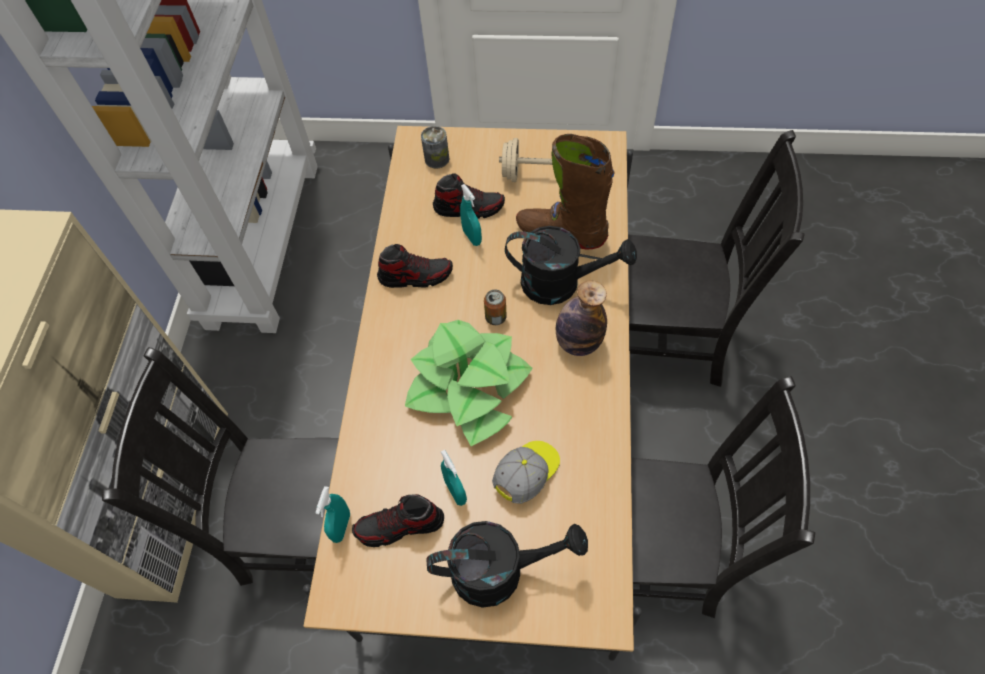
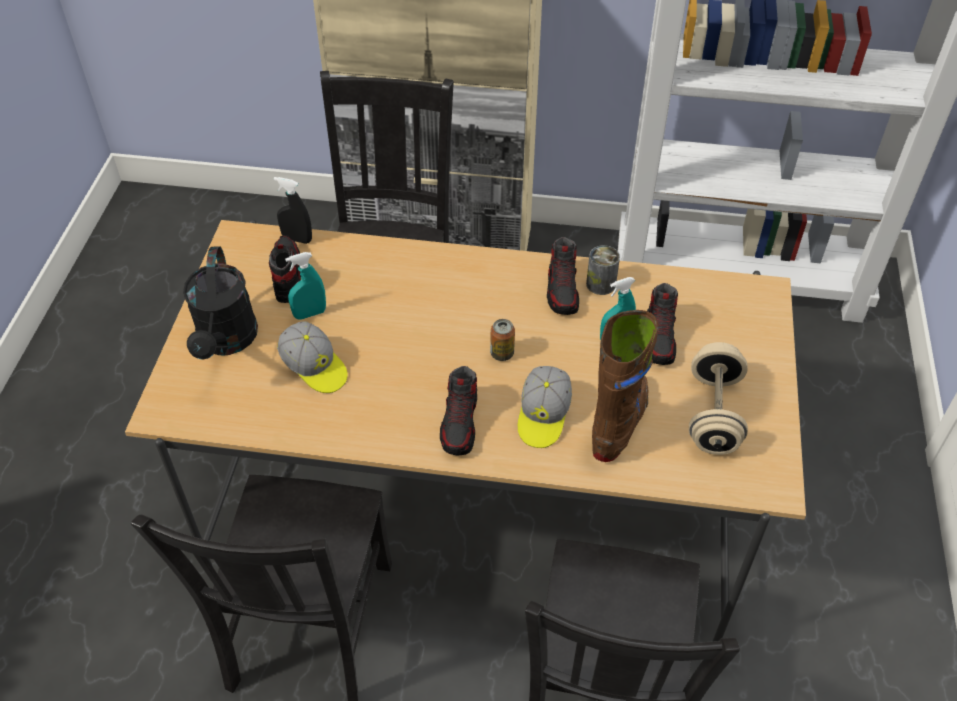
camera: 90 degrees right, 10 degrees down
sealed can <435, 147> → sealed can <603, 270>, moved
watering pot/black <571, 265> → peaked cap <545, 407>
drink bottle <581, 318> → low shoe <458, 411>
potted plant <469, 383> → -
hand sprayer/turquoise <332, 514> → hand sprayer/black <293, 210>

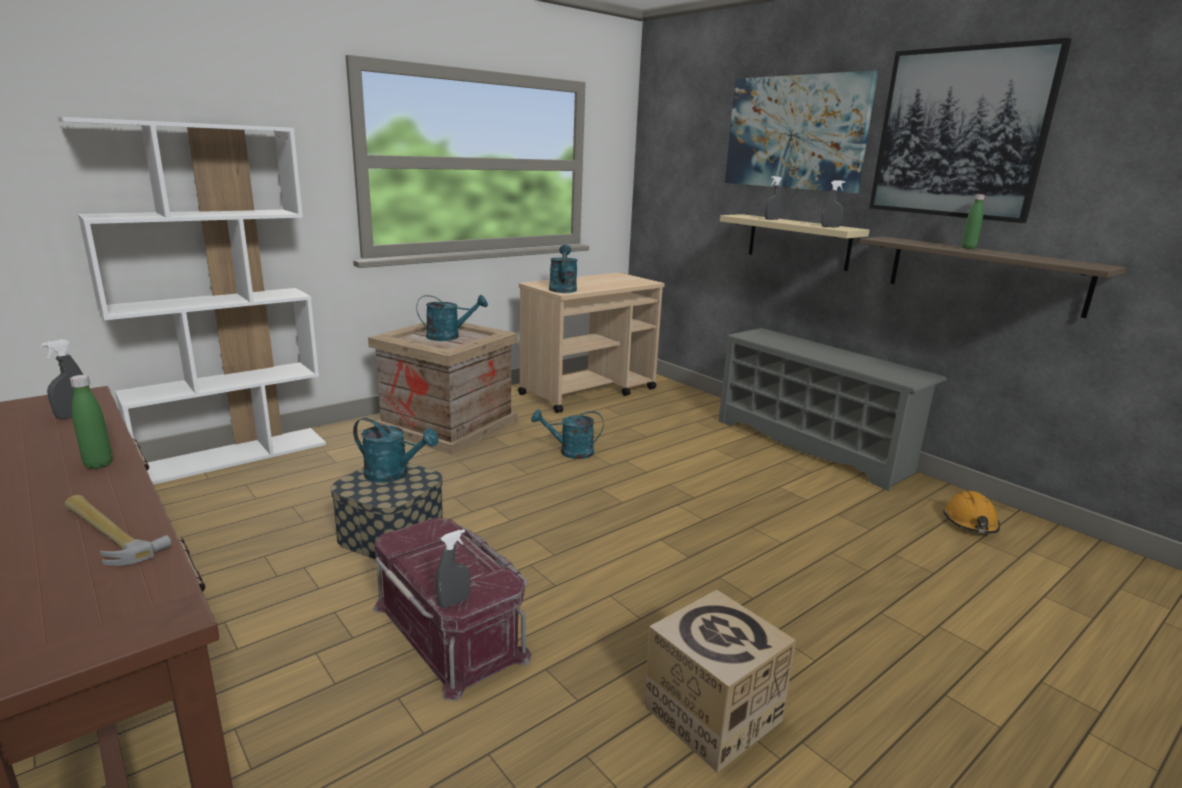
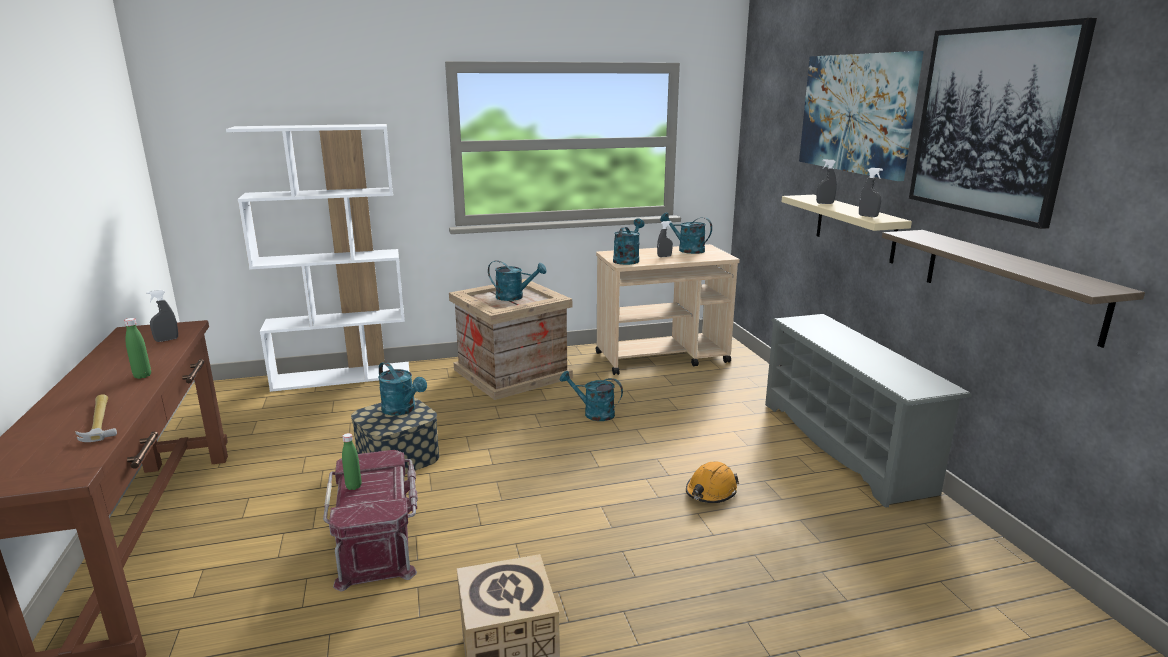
camera: 25 degrees right, 0 degrees up
drink bottle/greenish <973, 221> → drink bottle/greenish <352, 461>, moved
safety helmet/orangey <971, 512> → safety helmet/orangey <712, 482>, moved
hand sprayer/gray <453, 568> → hand sprayer/gray <665, 239>, moved
- → watering pot/turquoise <686, 233>

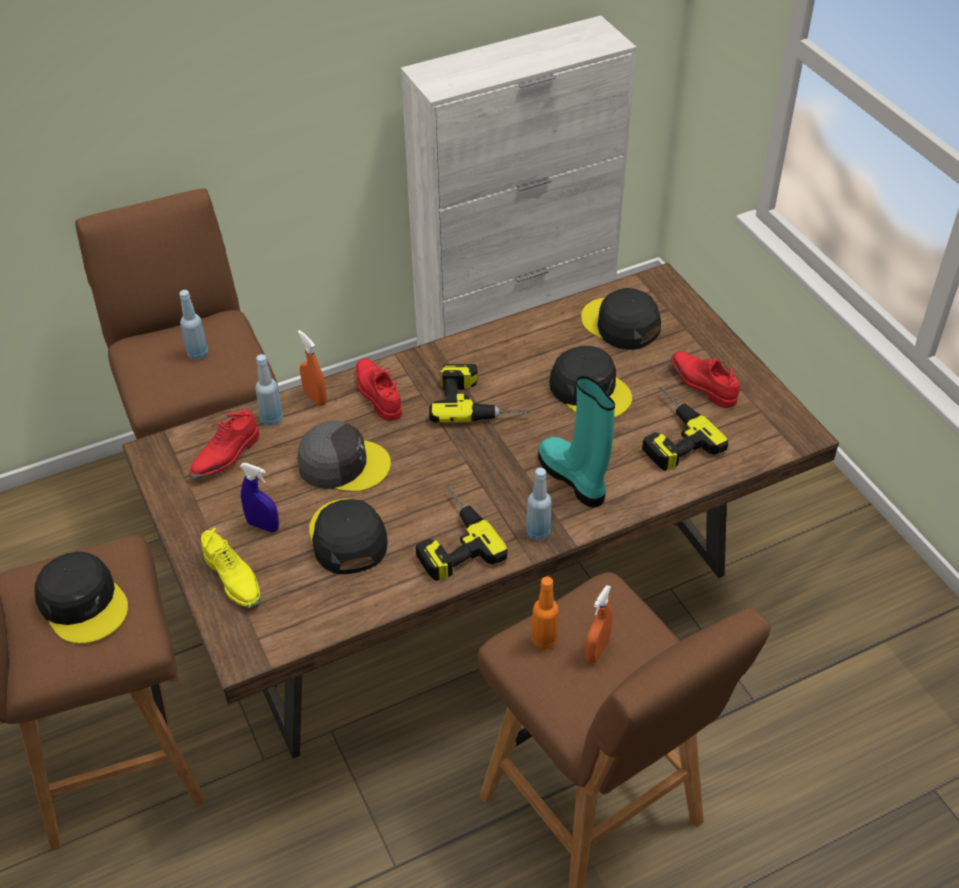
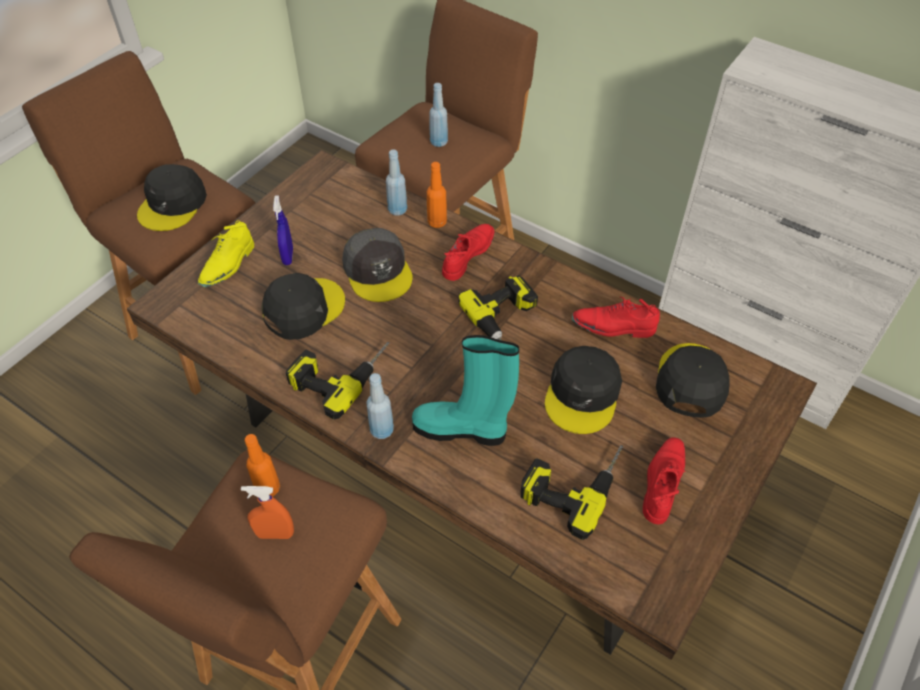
camera: 60 degrees right, 5 degrees up
hand sprayer/orangey <312, 368> → drink bottle/orangey <437, 195>
high-top boot/turquoise <576, 441> → high-top boot/turquoise <465, 390>, 105 degrees counterclockwise
low shoe/red <224, 443> → low shoe/red <616, 317>, moved

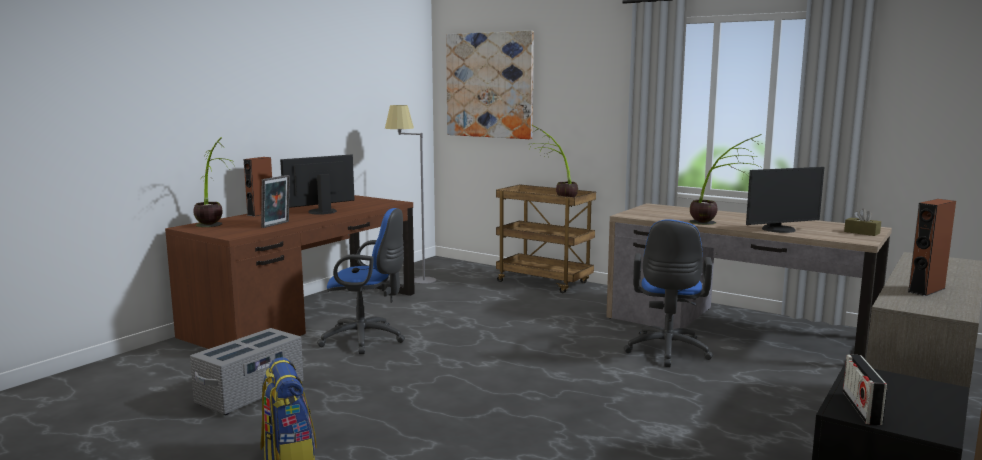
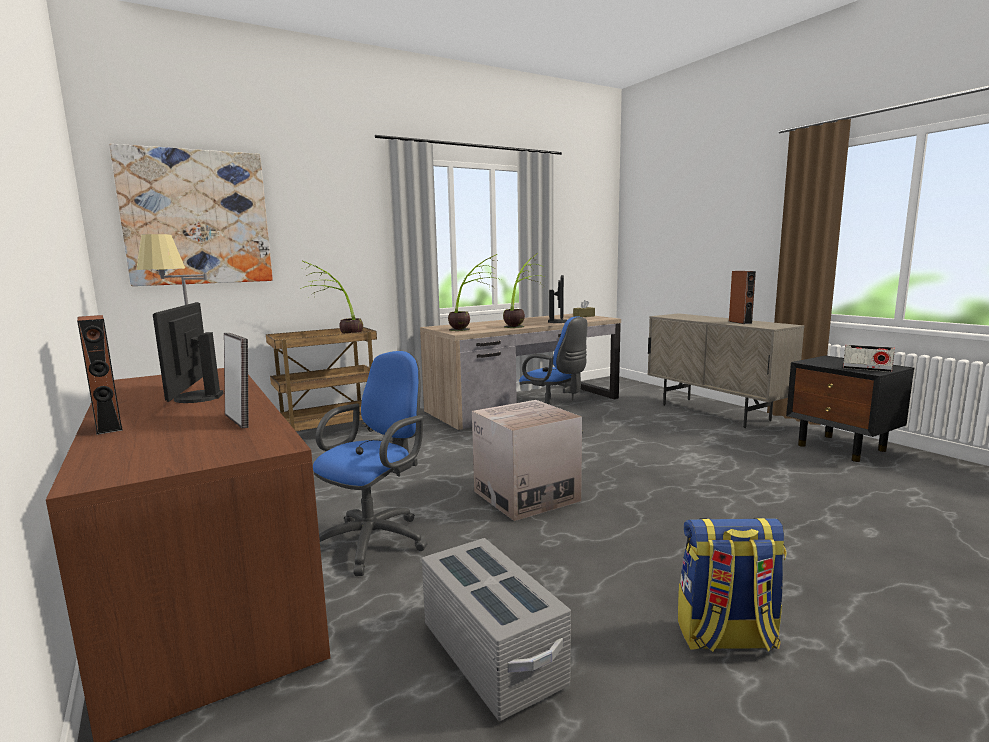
camera: 65 degrees left, 0 degrees up
potted plant <214, 182> → potted plant <474, 292>, moved
- → carton <527, 460>

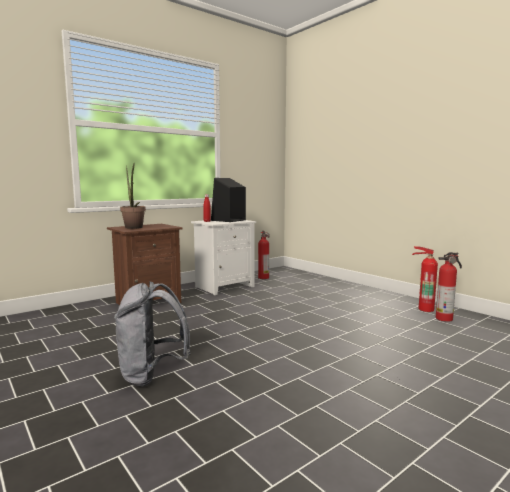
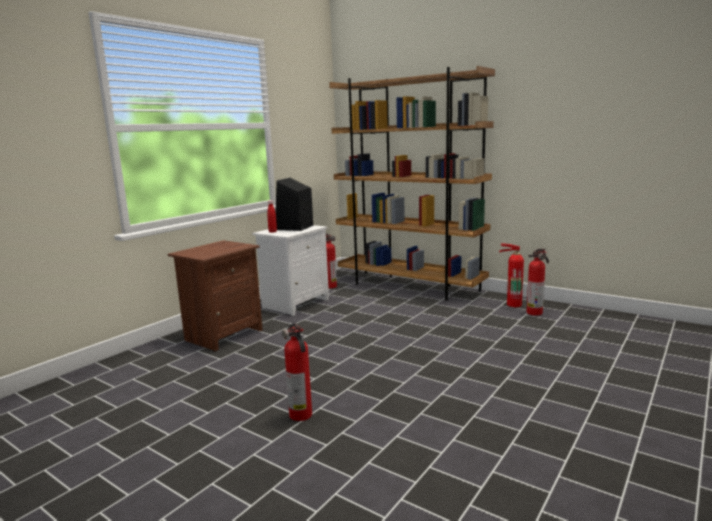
camera: 15 degrees left, 5 degrees up
potted plant <133, 196> → -
knapsack/gray <152, 334> → fire extinguisher <297, 372>
- → shelving unit/brown-coloured <412, 183>

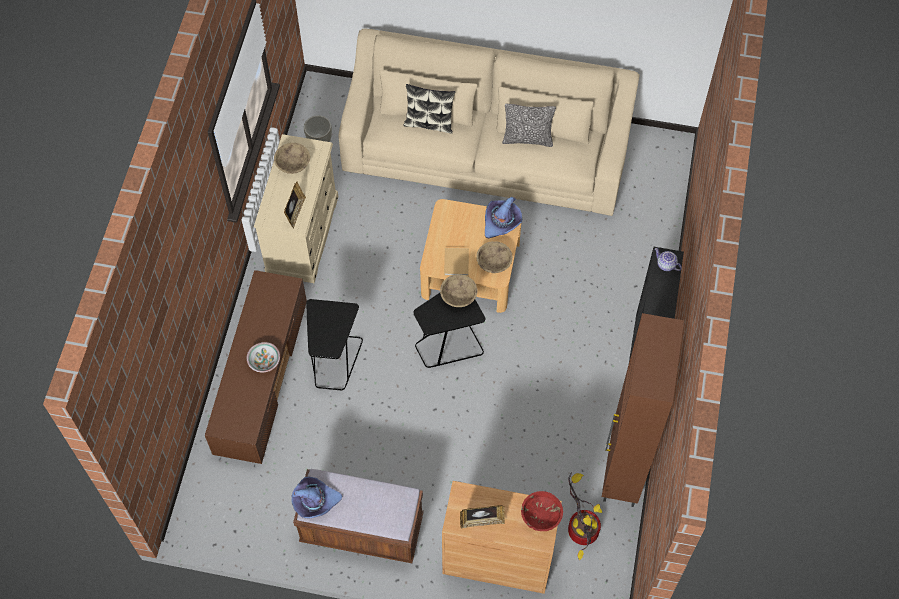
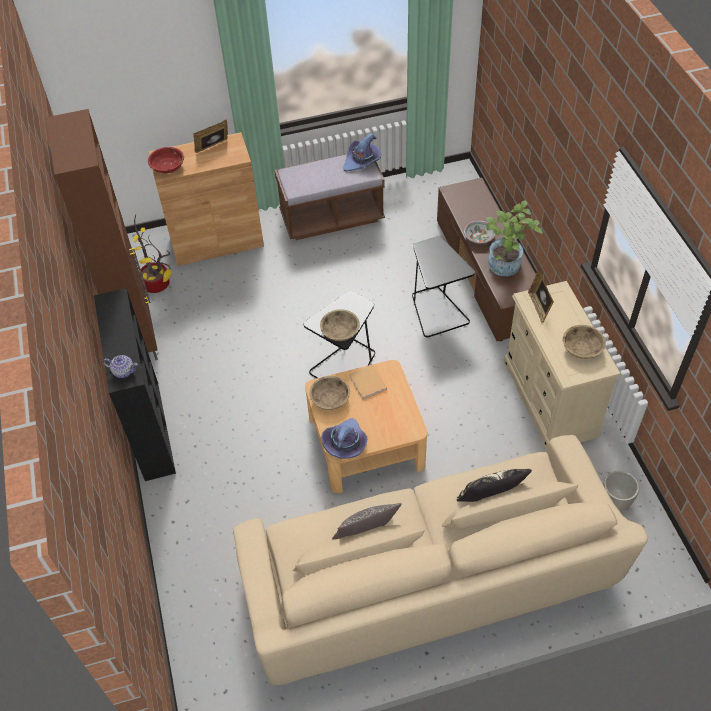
camera: 155 degrees right, 10 degrees down
- → potted plant <514, 238>

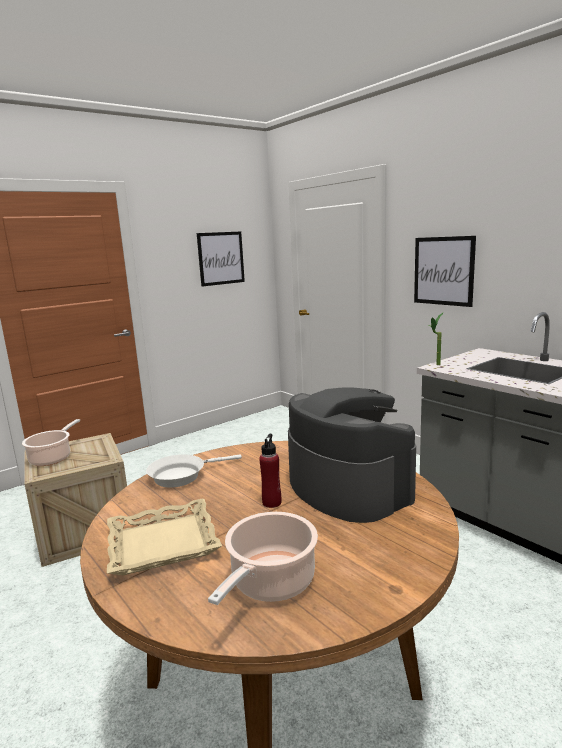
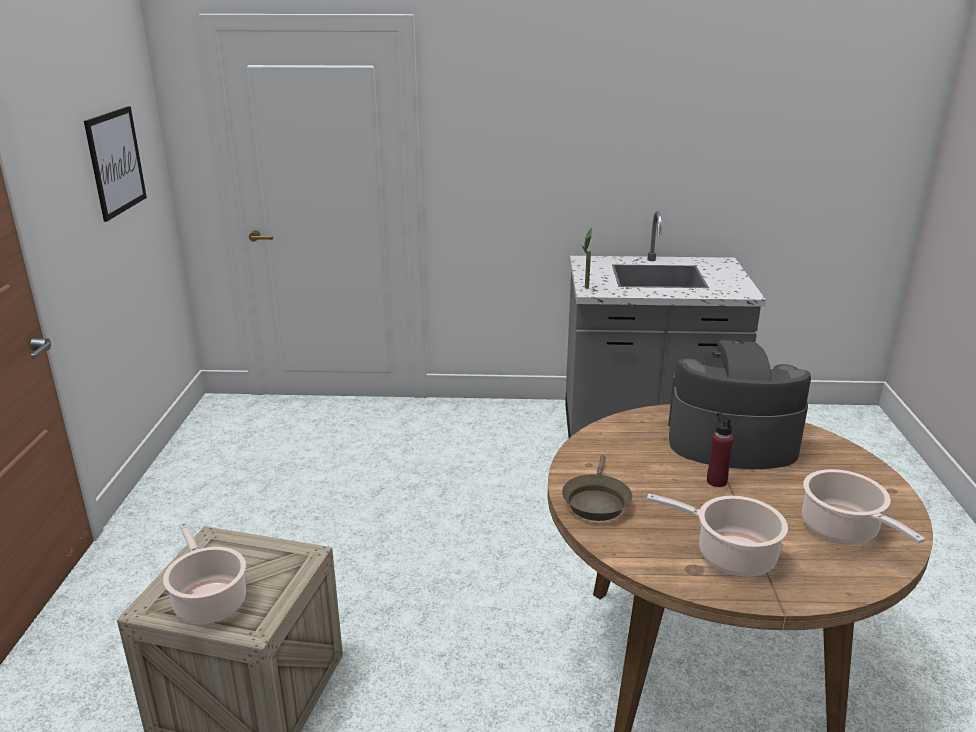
camera: 50 degrees left, 10 degrees up
picture <445, 271> → -
frying pan/whitish <194, 471> → frying pan/brown-coloured <597, 488>
serving tray/beige <164, 537> → cooking pot <717, 535>

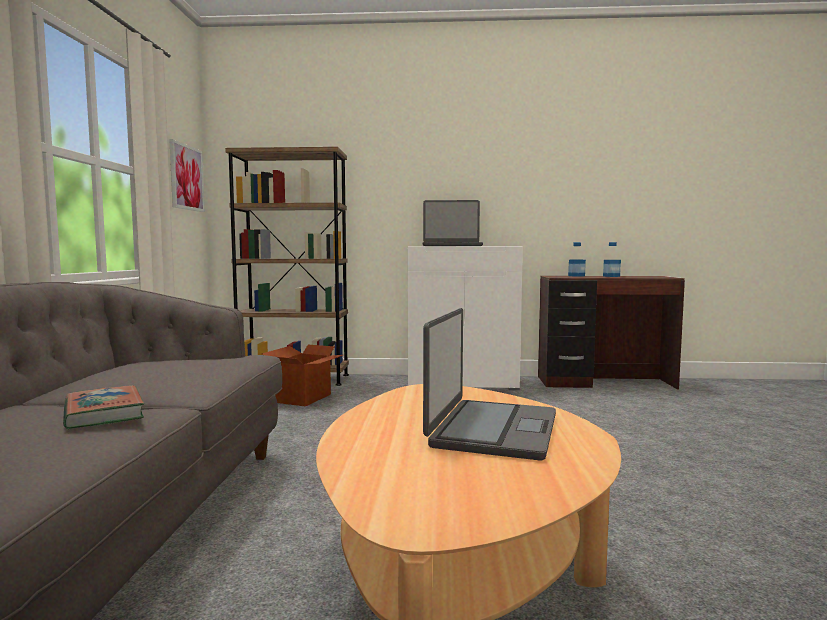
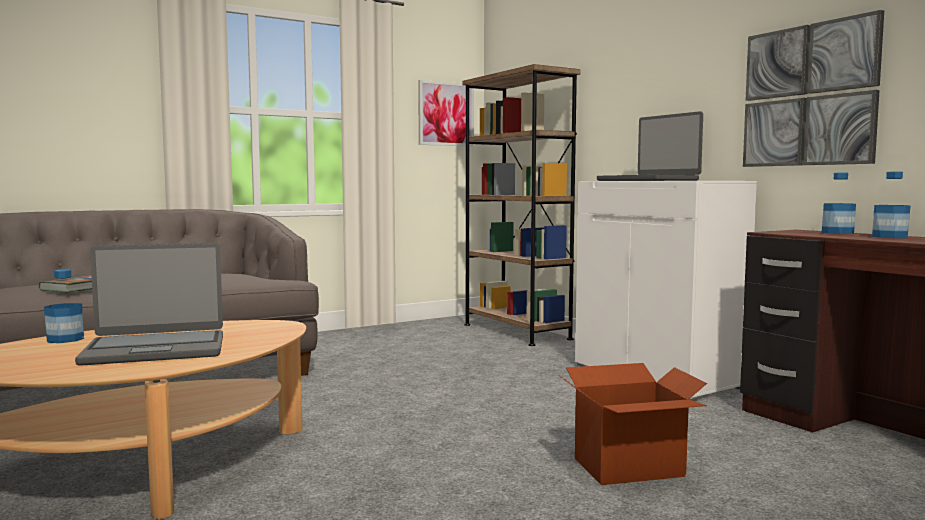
camera: 55 degrees right, 0 degrees up
carton <302, 376> → carton <632, 424>, moved
- → picture <813, 88>
- → drink bottle <64, 306>

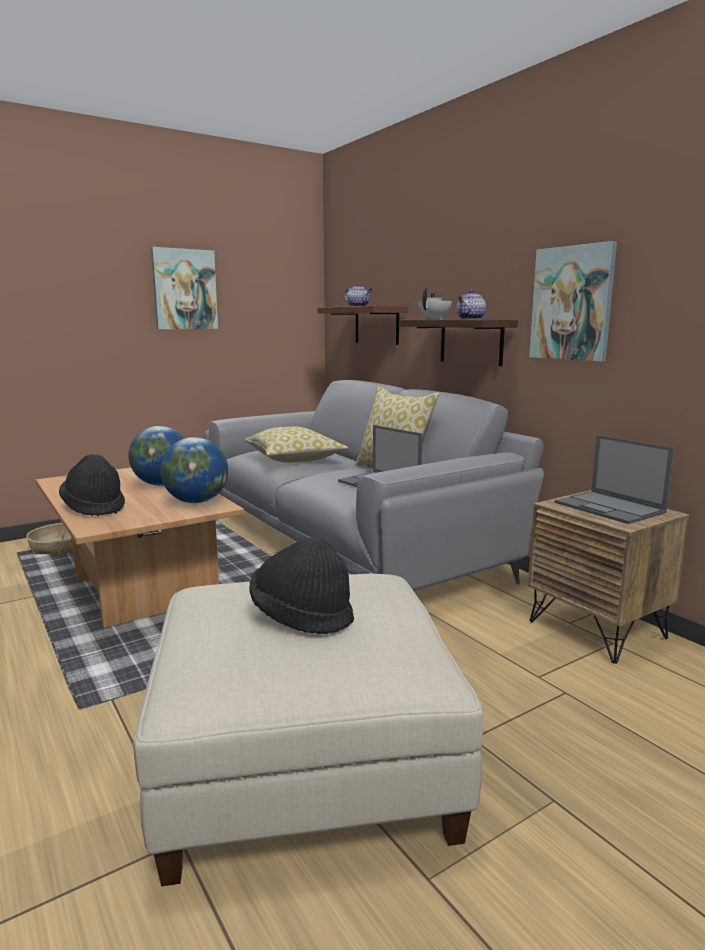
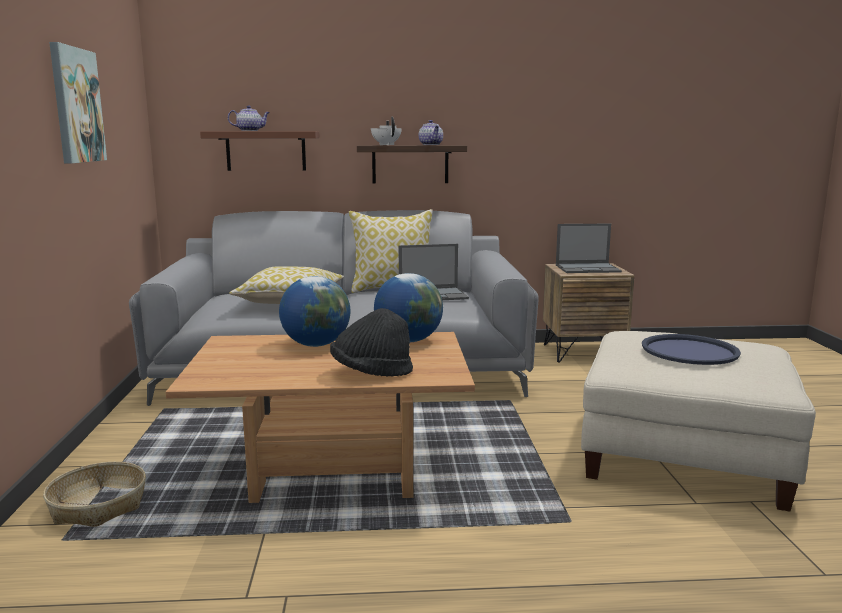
camera: 60 degrees left, 0 degrees up
picture <573, 301> → -
hat/black <301, 585> → serving tray/blue <691, 349>

